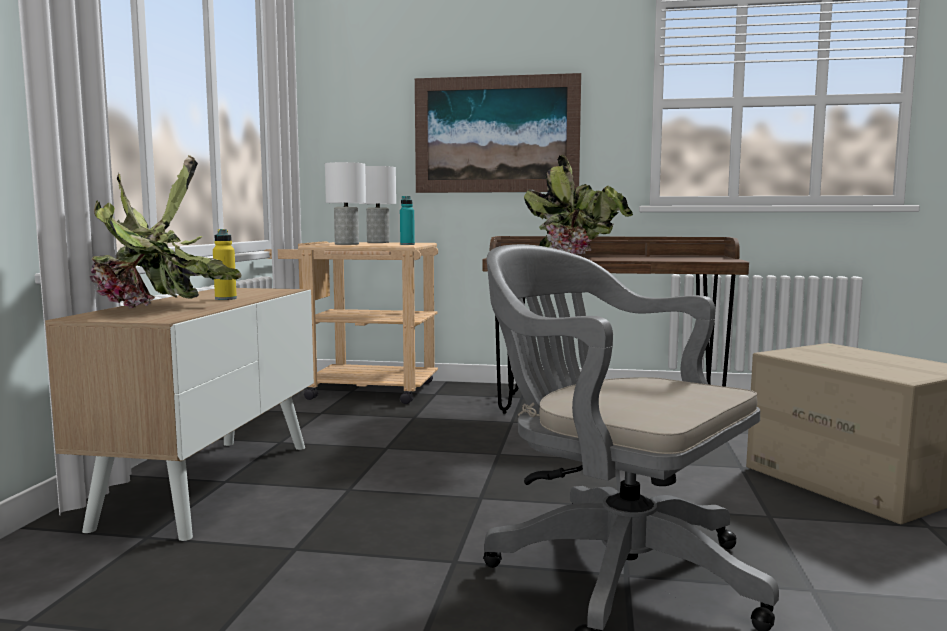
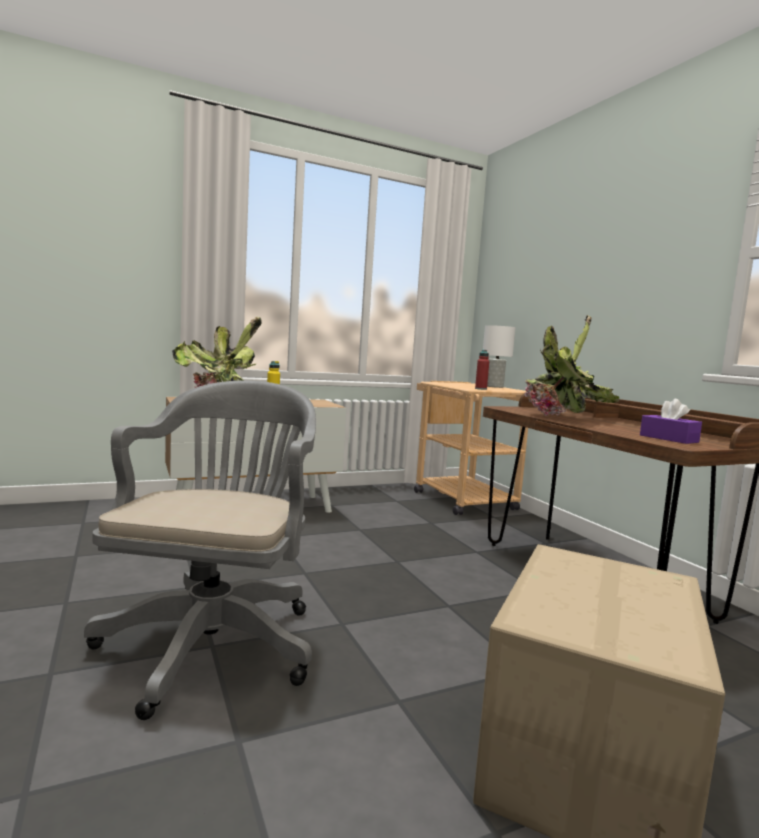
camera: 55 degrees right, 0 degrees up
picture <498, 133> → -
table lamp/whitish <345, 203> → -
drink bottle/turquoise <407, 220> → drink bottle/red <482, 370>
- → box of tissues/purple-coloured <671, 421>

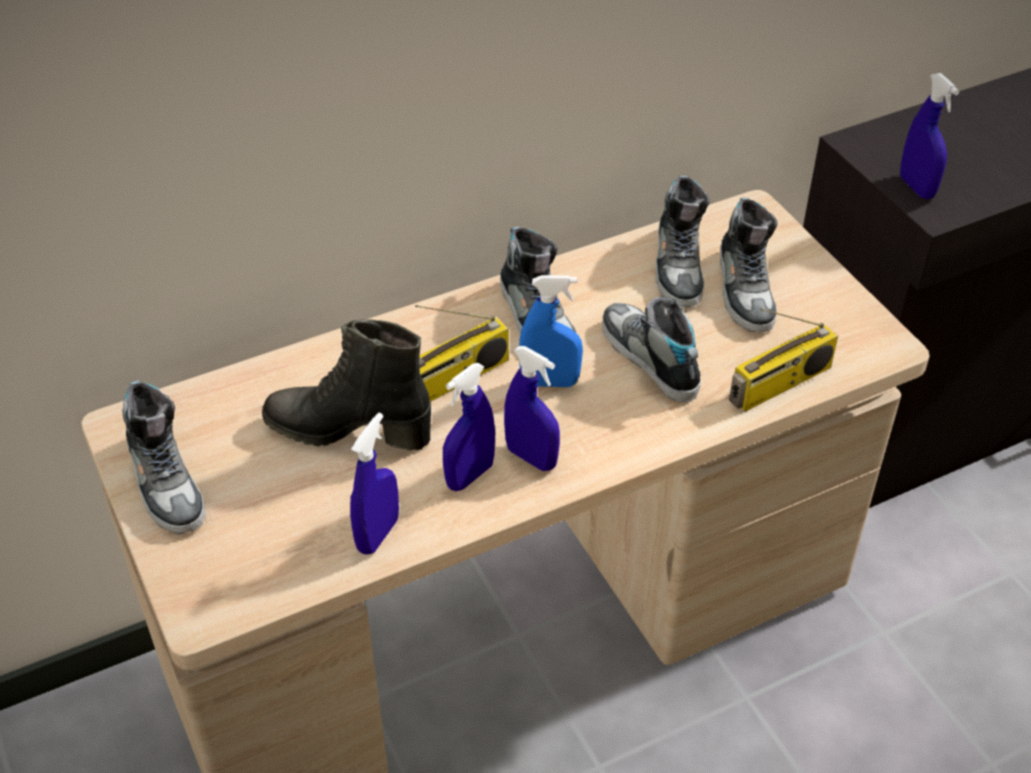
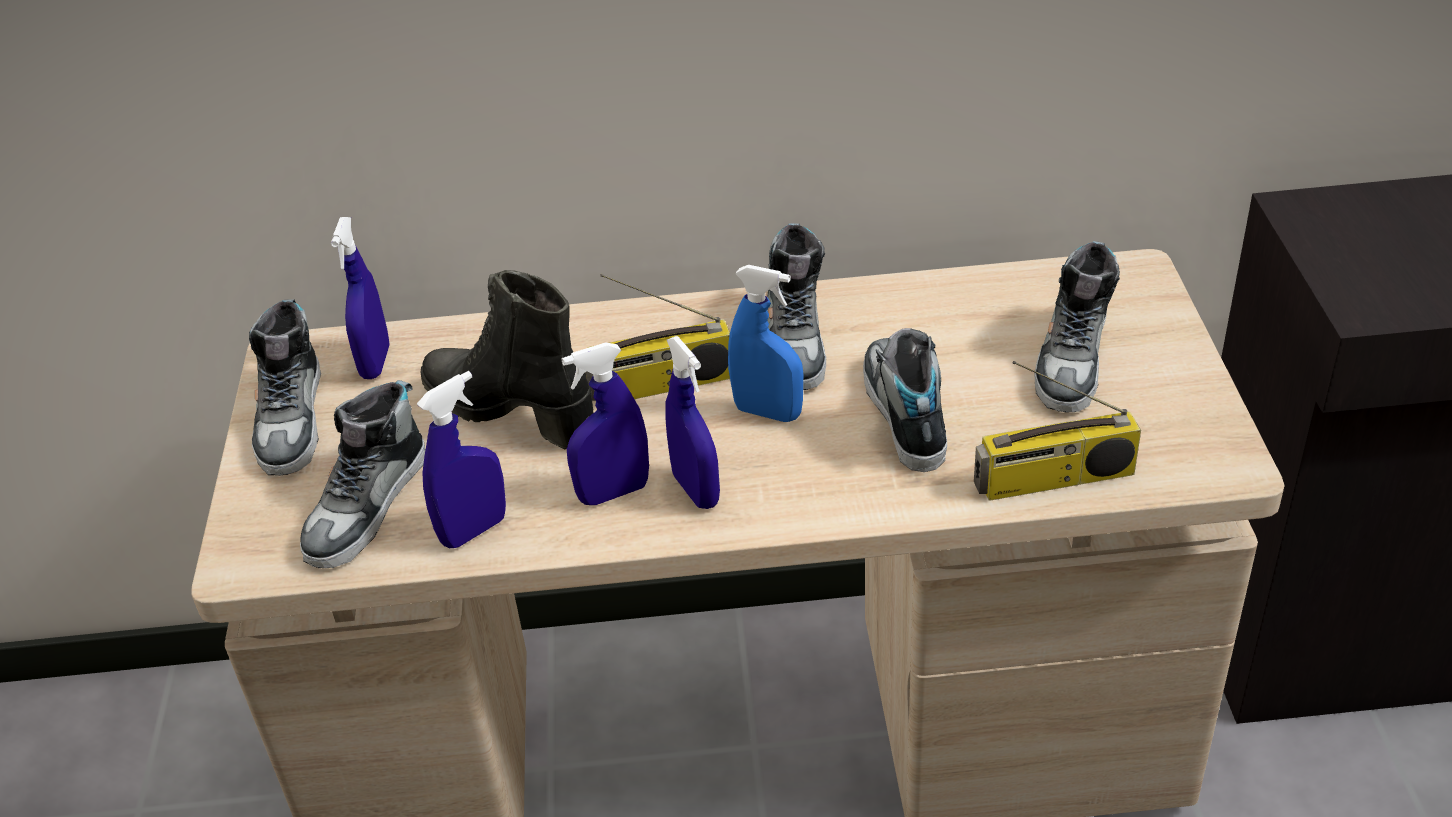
camera: 25 degrees right, 5 degrees down
hand sprayer/blue <929, 136> → hand sprayer/blue <360, 298>, moved
low shoe <682, 241> → low shoe <362, 474>, moved

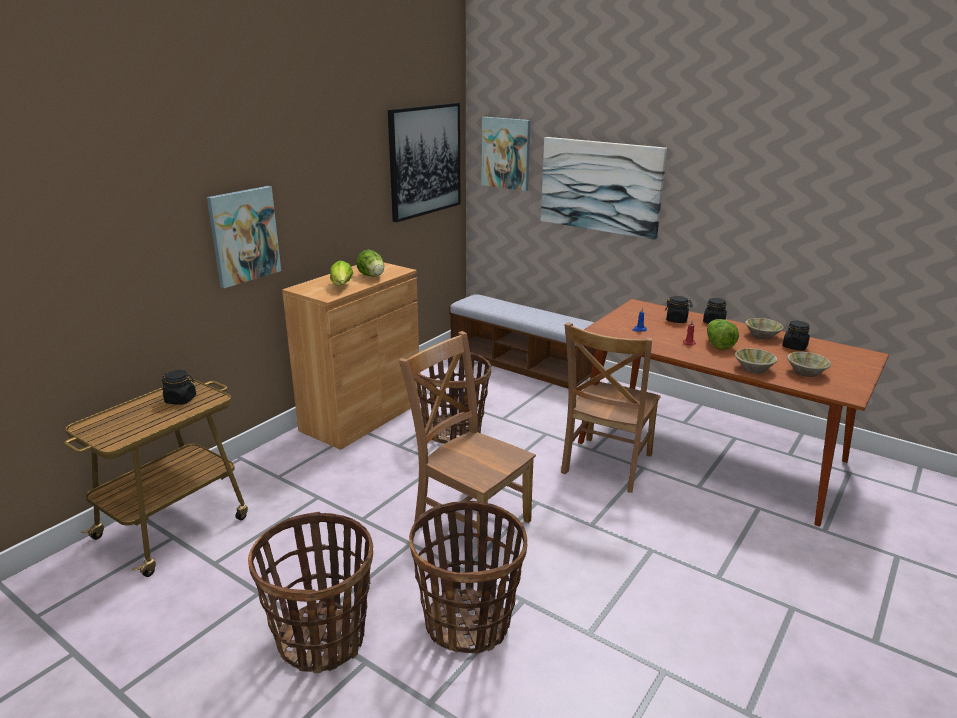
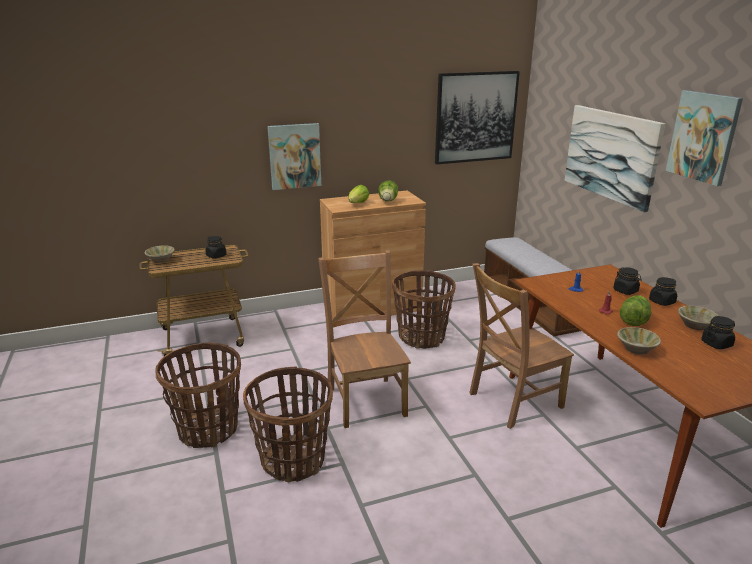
camera: 35 degrees right, 0 degrees up
picture <505, 154> → picture <704, 138>, moved
bowl/beige <809, 364> → bowl/beige <159, 254>, moved

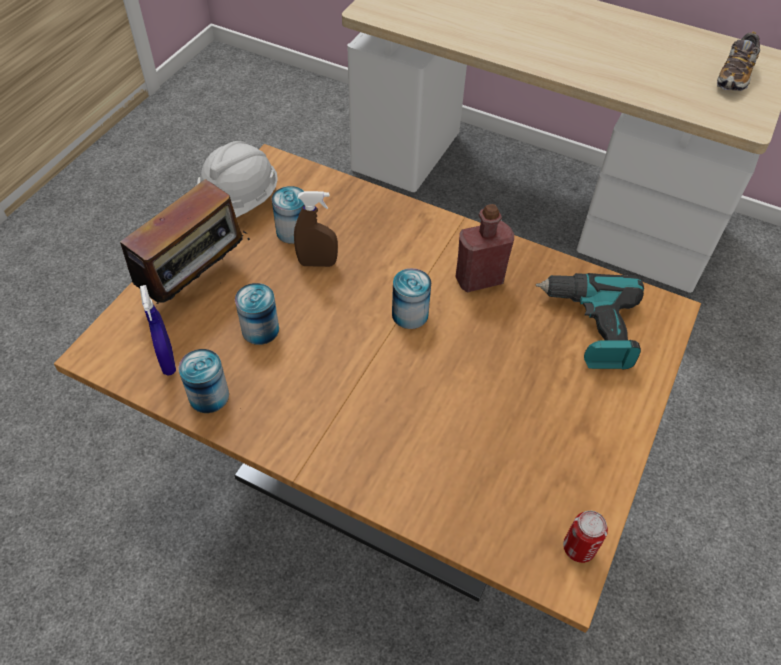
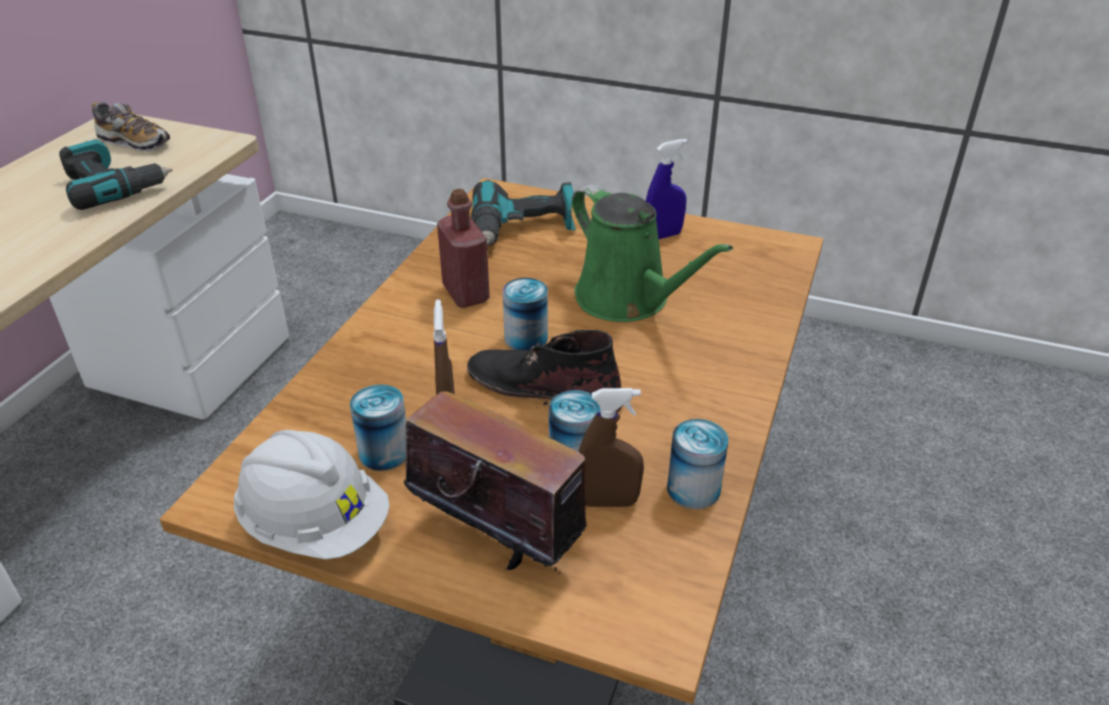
camera: 95 degrees left, 15 degrees down
hand sprayer/blue <158, 330> → hand sprayer/blue <666, 189>, moved
sealed can <585, 537> → -
- → power drill <116, 175>
- → watering pot/greenish <652, 253>
- → high-top boot/black <544, 371>
- → hand sprayer/brown-coloured <611, 447>

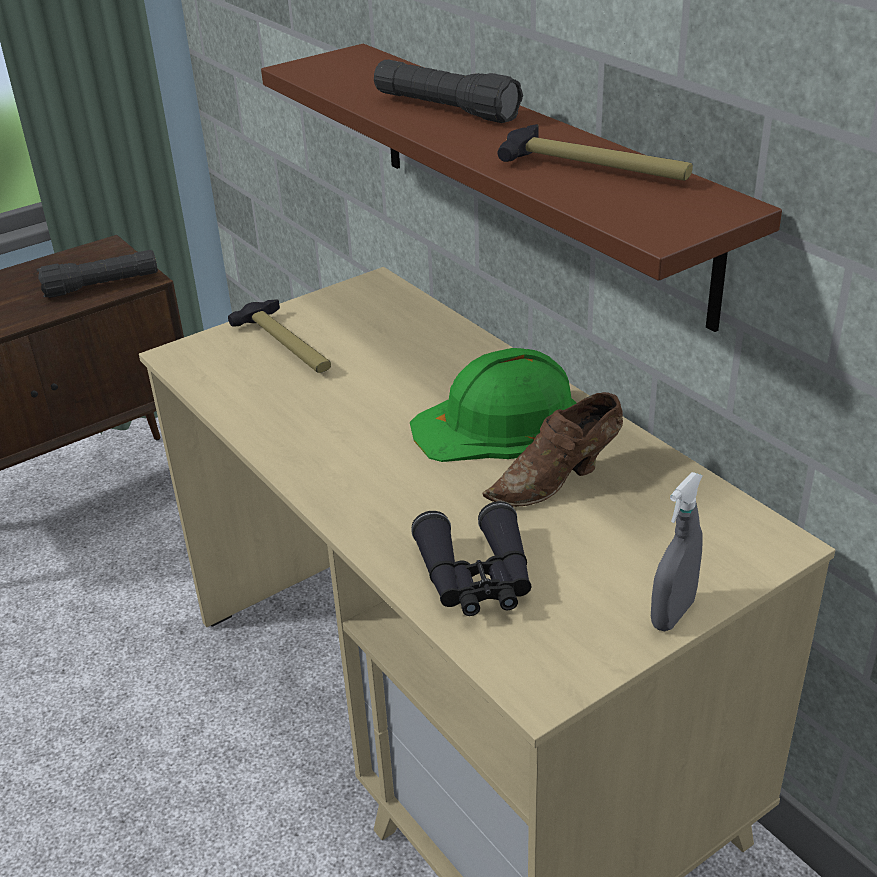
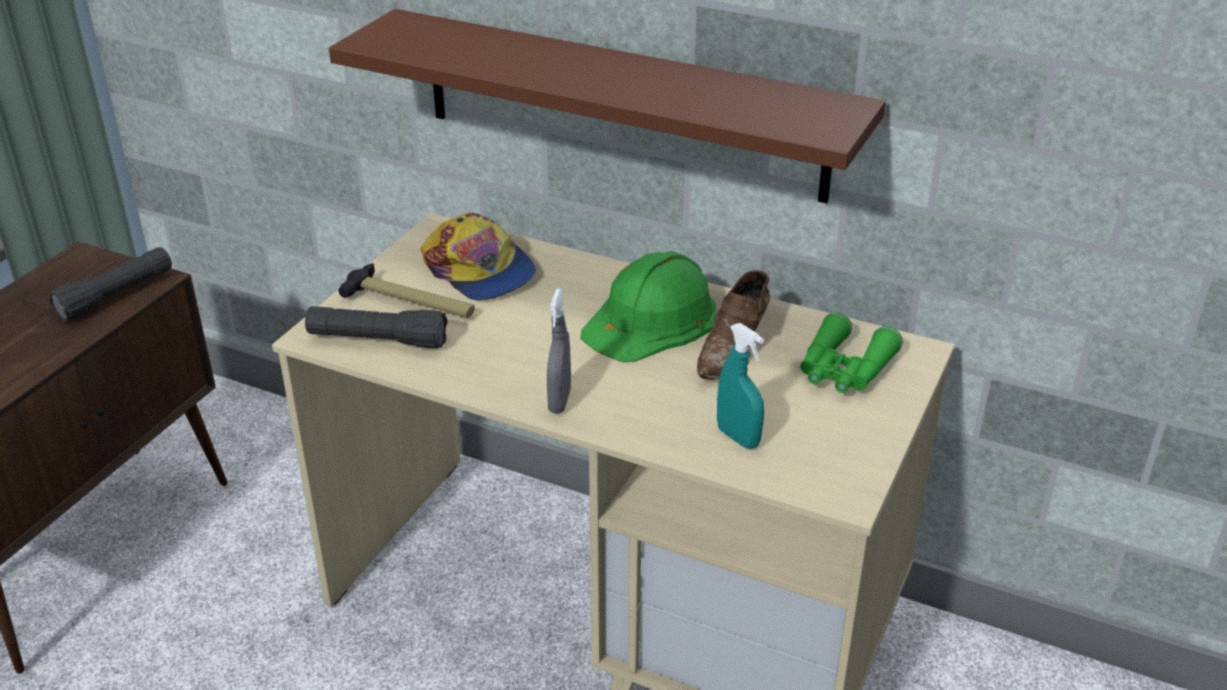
camera: 30 degrees left, 0 degrees up
flashlight/black <448, 91> → flashlight/black <376, 327>, moved
tool hammer <595, 152> → -
hand sprayer/gray <677, 551> → hand sprayer/gray <559, 351>, moved
pair of binoculars/black <471, 558> → hand sprayer/turquoise <740, 386>
- → peaked cap <478, 256>
- → pair of binoculars/greenish <851, 352>

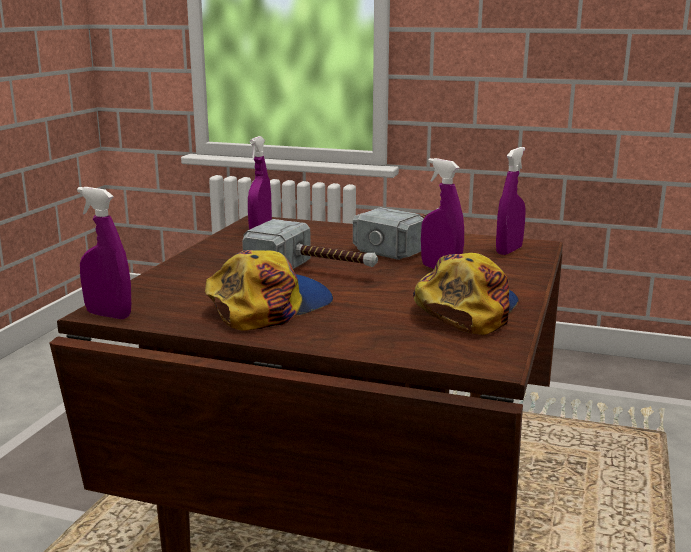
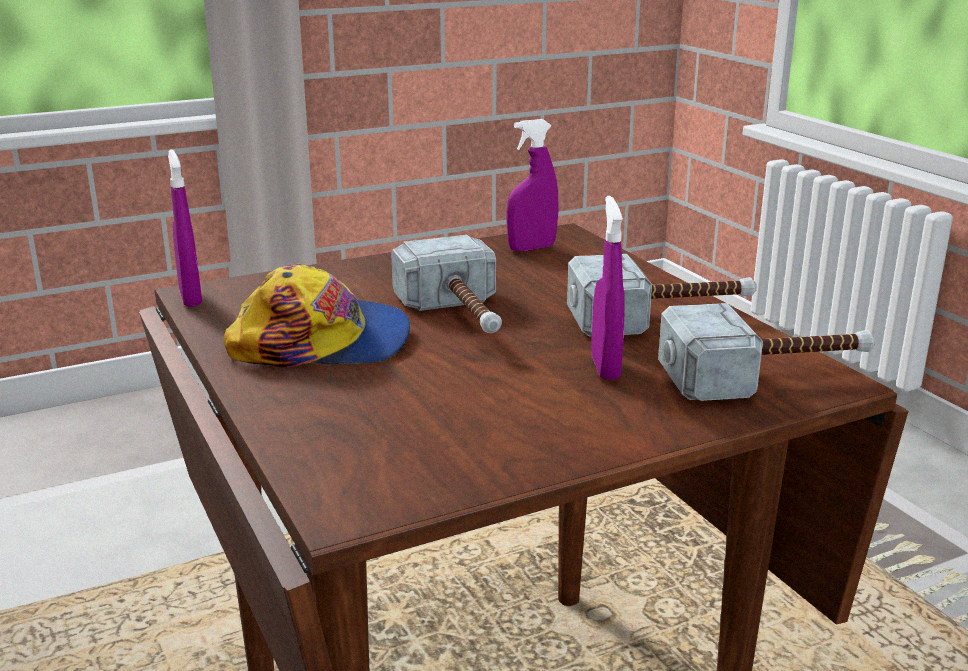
camera: 45 degrees right, 5 degrees up
hand sprayer/purple-coloured <511, 201> → tool hammer <767, 352>
peaked cap <466, 294> → -

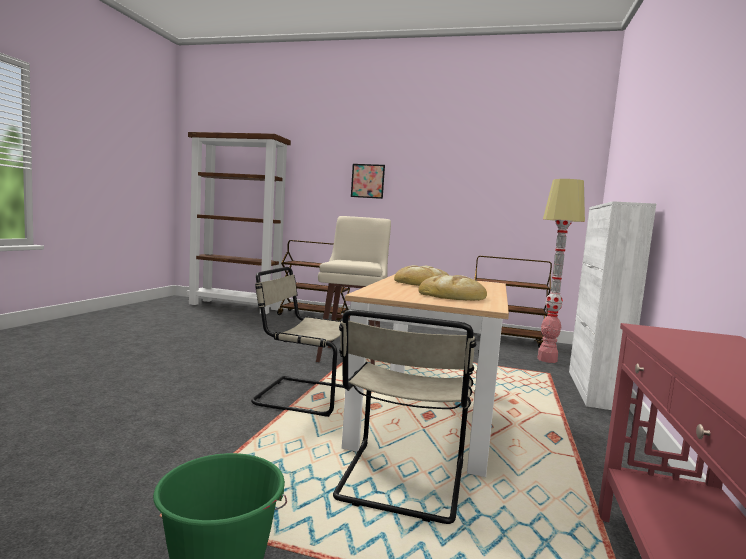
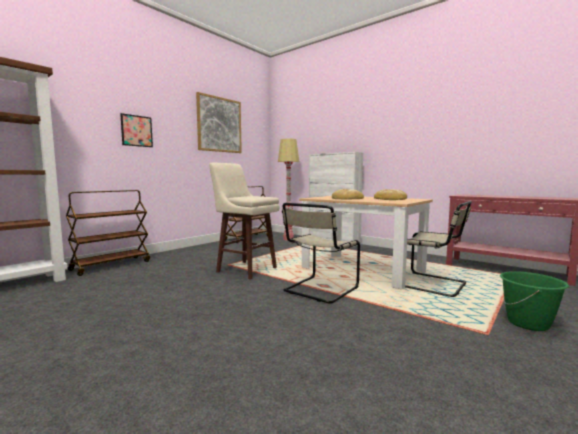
camera: 65 degrees left, 0 degrees up
- → picture <219, 122>

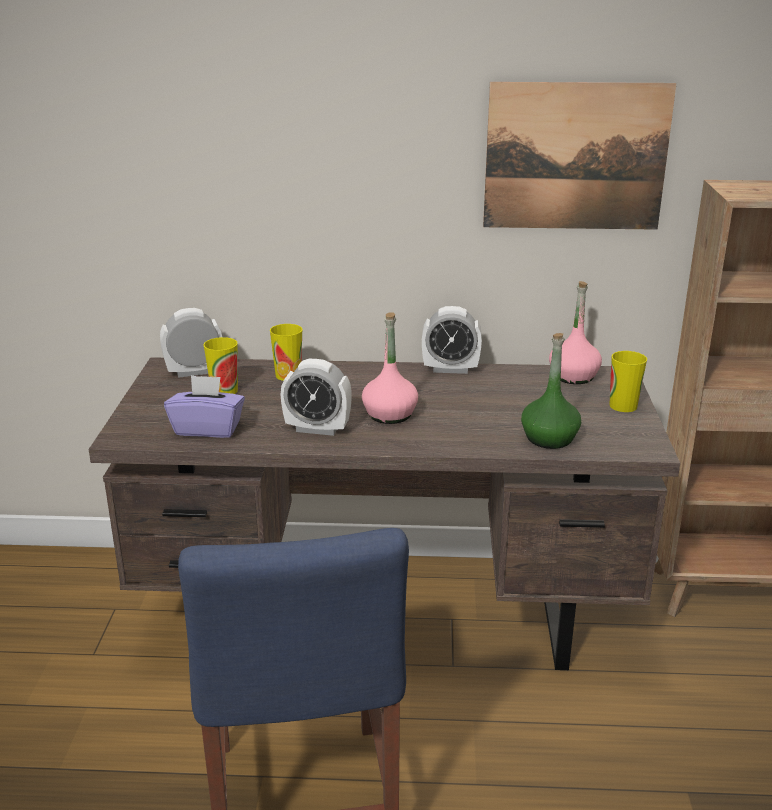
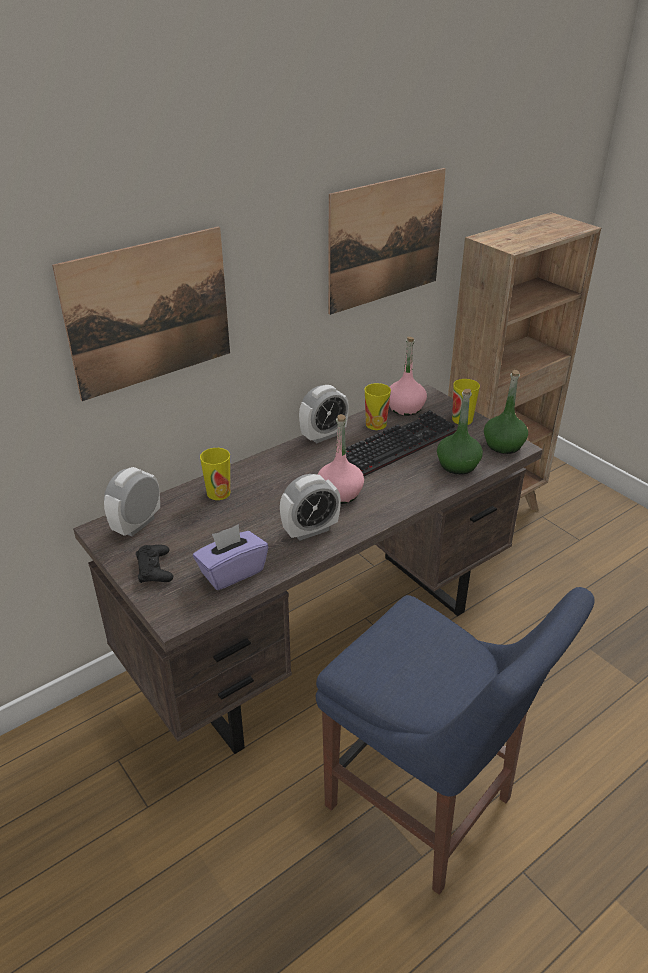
camera: 40 degrees left, 10 degrees up
cup <220, 365> → cup <378, 406>, moved
- → picture <141, 313>
- → drink bottle/greenish <506, 412>
- → computer keyboard <401, 443>
- → game controller/black <154, 564>

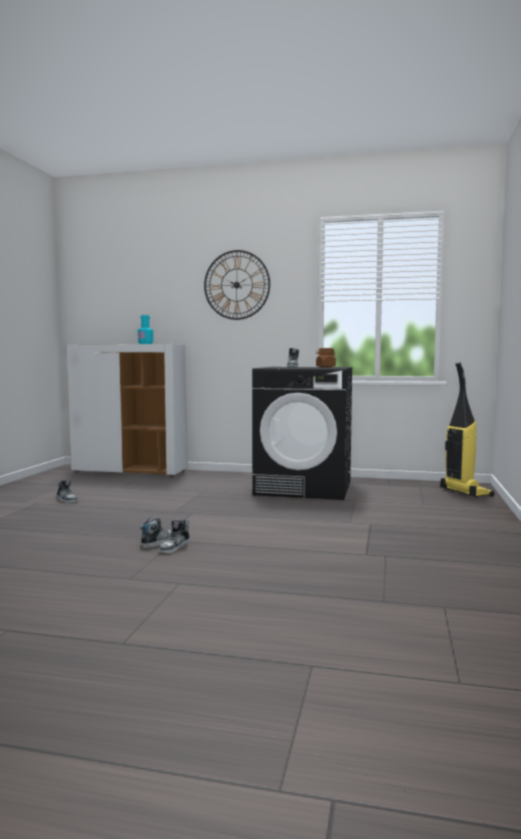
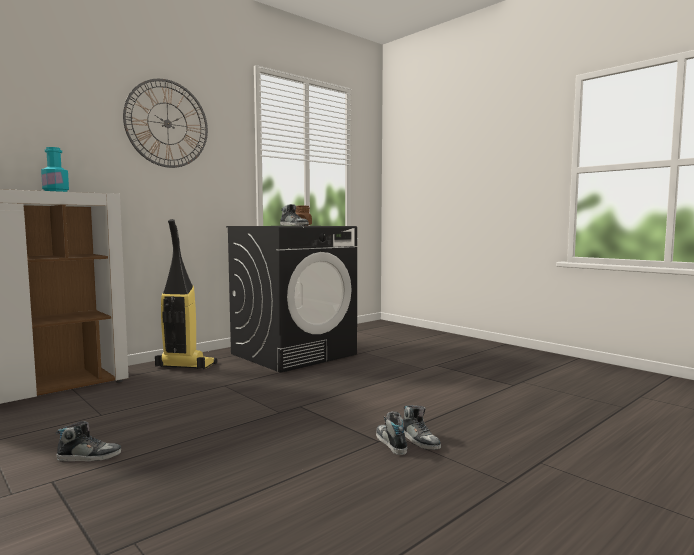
camera: 55 degrees left, 0 degrees up
vacuum <468, 430> → vacuum <186, 294>, moved

